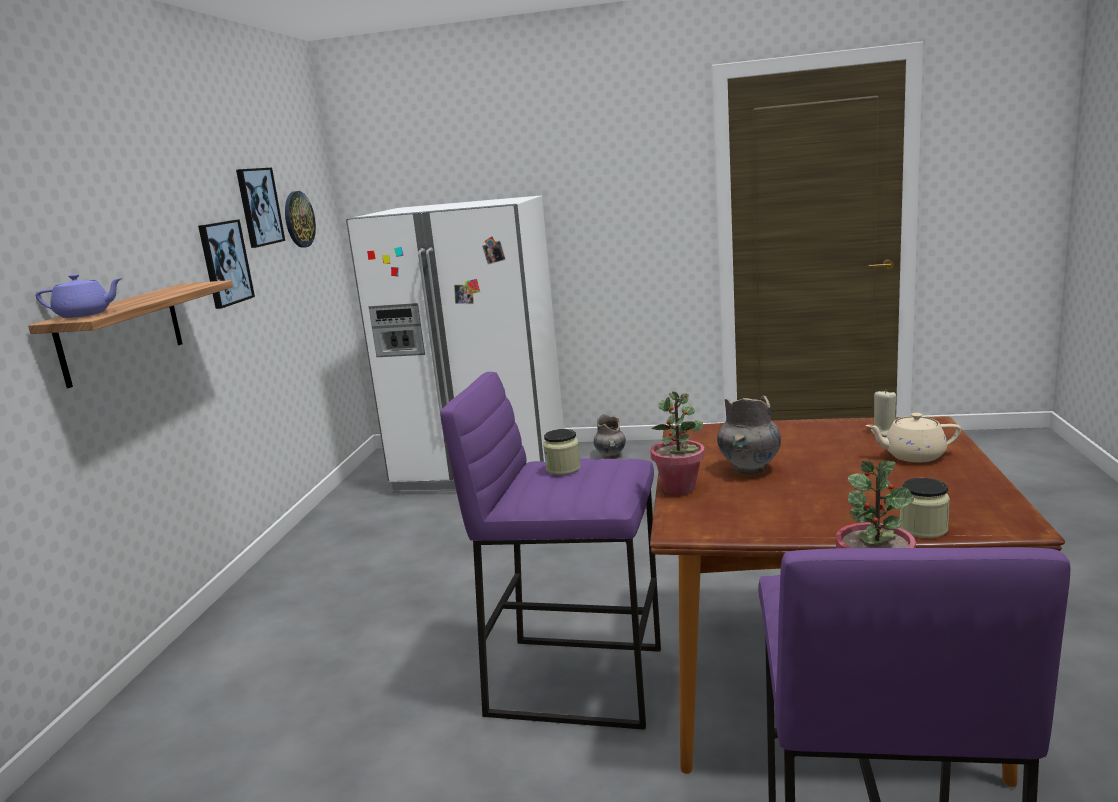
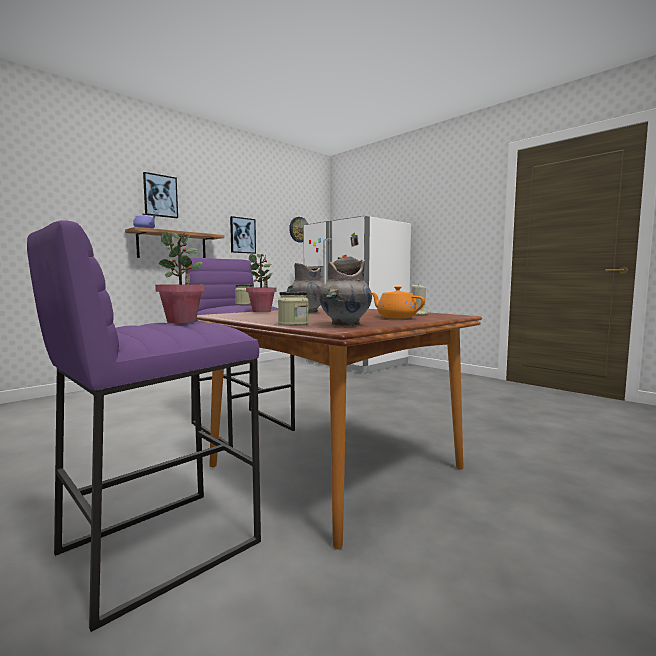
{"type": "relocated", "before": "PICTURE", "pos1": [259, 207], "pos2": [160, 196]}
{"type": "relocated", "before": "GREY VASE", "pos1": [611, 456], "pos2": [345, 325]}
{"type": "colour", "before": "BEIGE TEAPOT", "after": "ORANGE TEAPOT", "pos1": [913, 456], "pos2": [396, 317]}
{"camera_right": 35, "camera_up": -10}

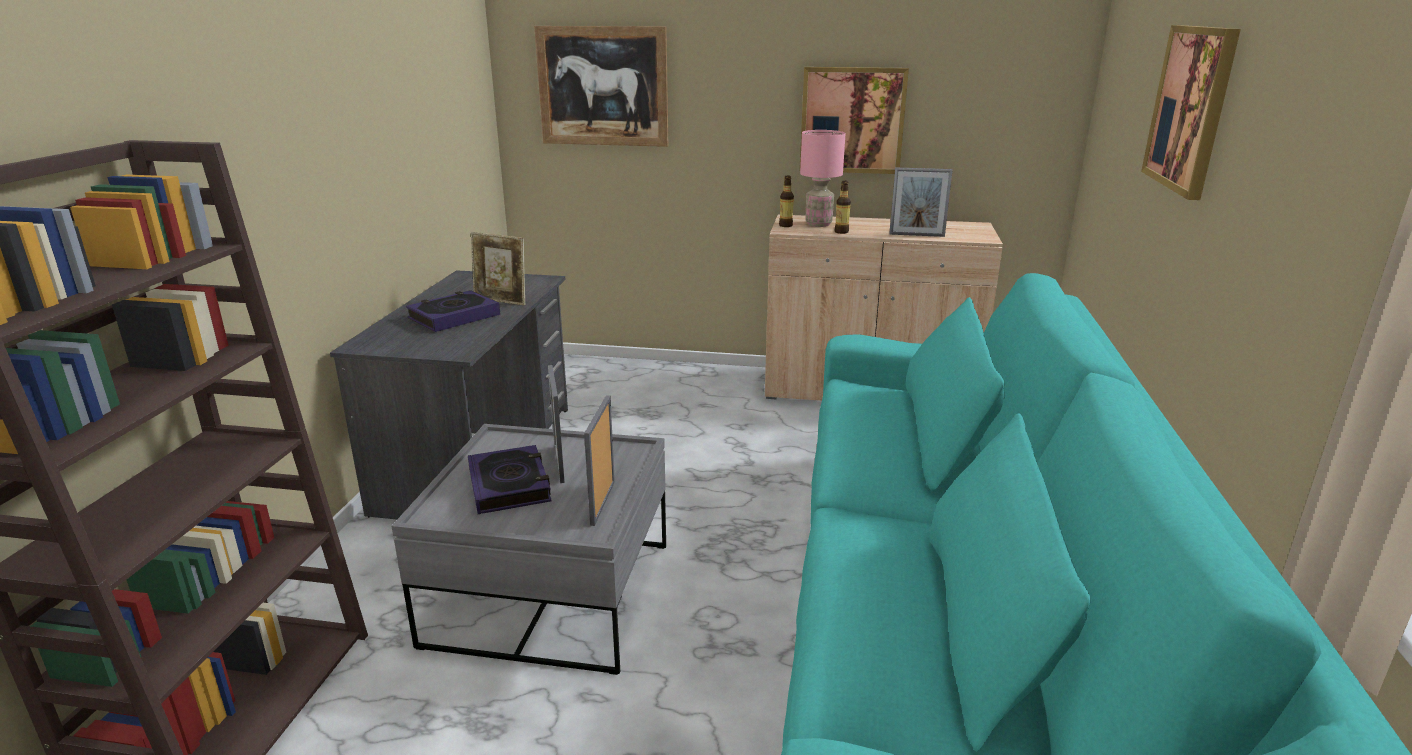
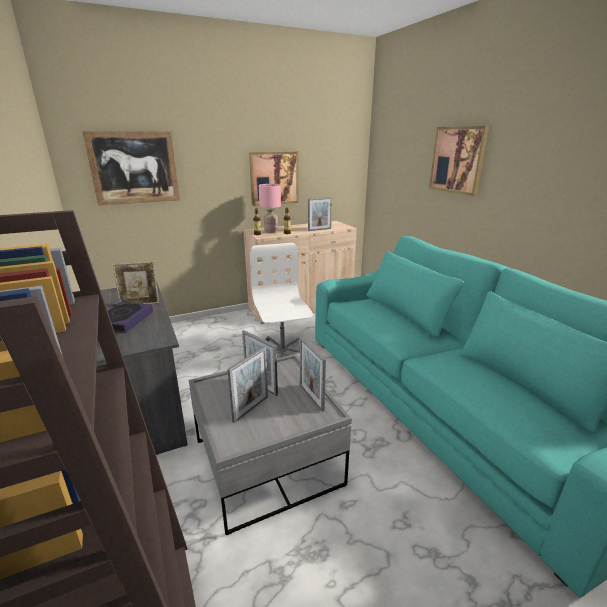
{"type": "exchanged", "before": "BOOK", "after": "PICTURE FRAME", "pos1": [509, 485], "pos2": [251, 408]}
{"type": "appeared", "after": "WHITE OFFICE CHAIR", "pos2": [282, 353]}
{"camera_right": -35, "camera_up": 0}

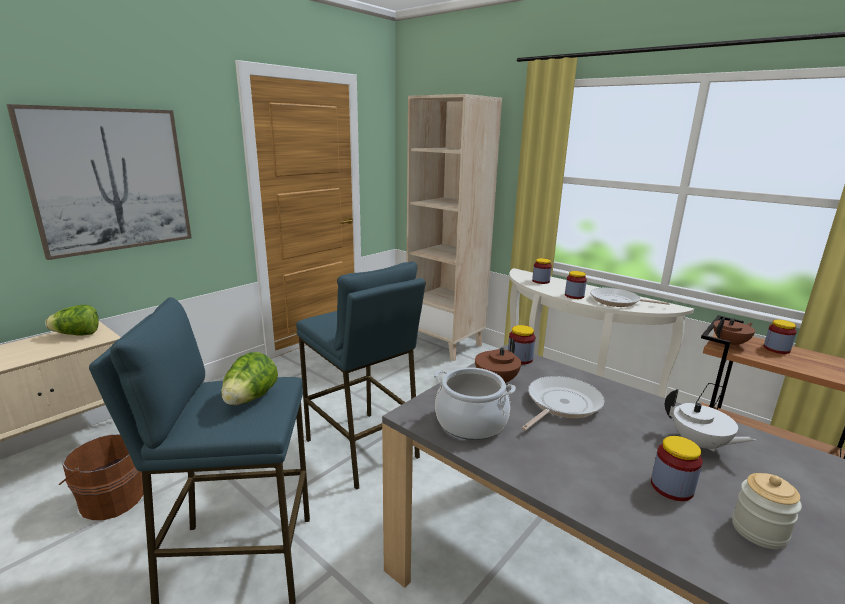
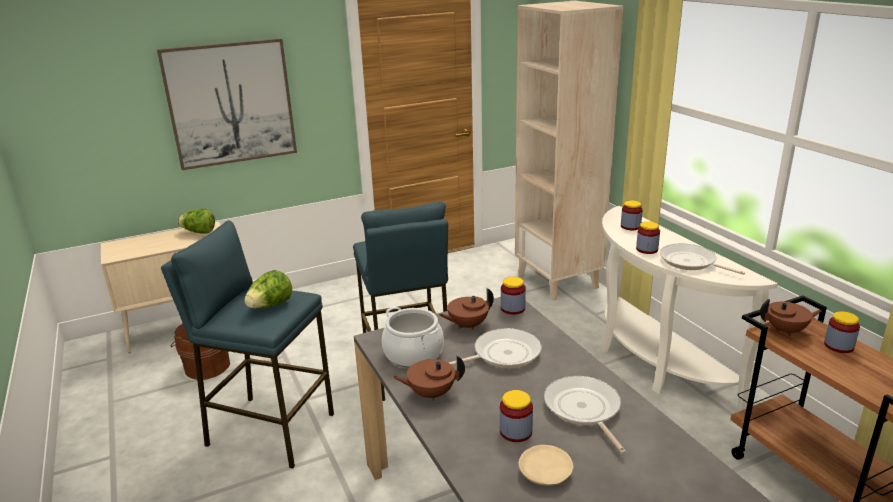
{"type": "exchanged", "before": "WHITE TEAPOT", "after": "FRYING PAN", "pos1": [699, 444], "pos2": [583, 409]}
{"type": "exchanged", "before": "JAR", "after": "BEIGE PLATE", "pos1": [759, 530], "pos2": [545, 473]}
{"type": "appeared", "after": "BROWN TEAPOT", "pos2": [431, 393]}
{"camera_right": 25, "camera_up": 5}

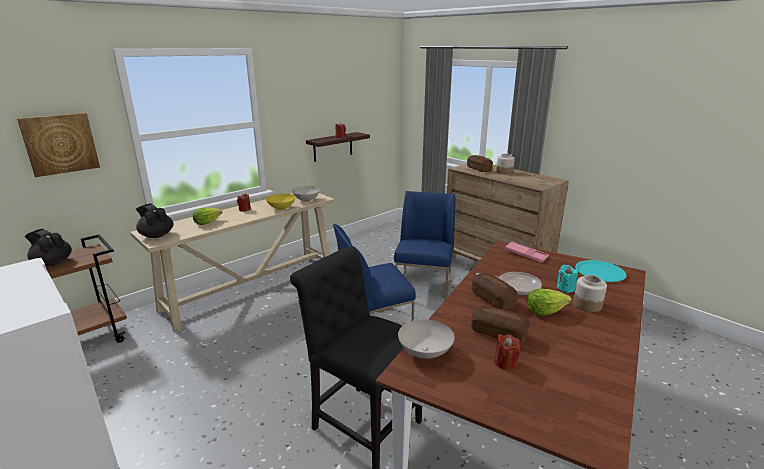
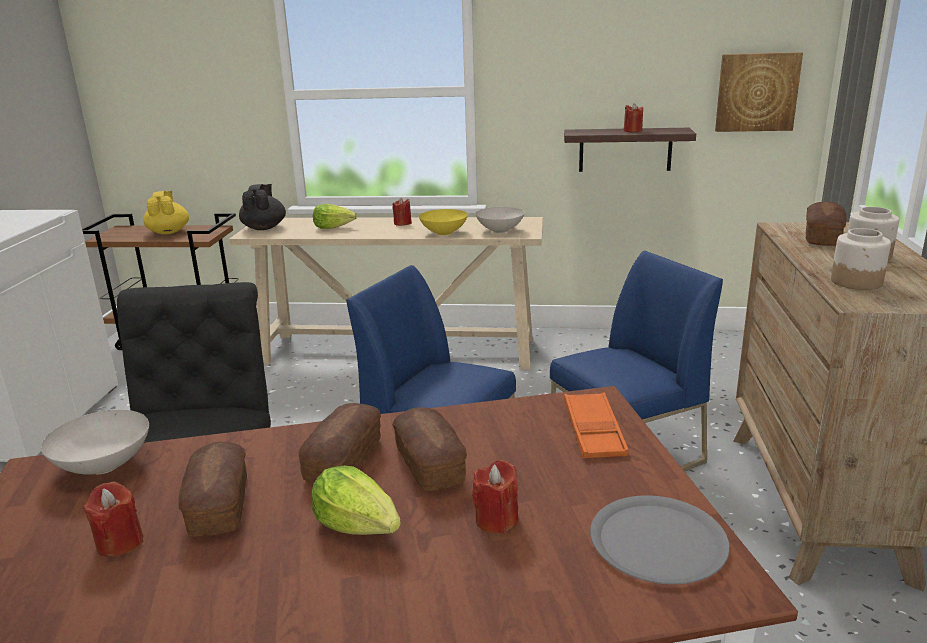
{"type": "relocated", "before": "PICTURE", "pos1": [60, 144], "pos2": [756, 92]}
{"type": "colour", "before": "BLACK TEAPOT", "after": "YELLOW TEAPOT", "pos1": [52, 263], "pos2": [169, 232]}
{"type": "exchanged", "before": "FRYING PAN", "after": "BREAD", "pos1": [515, 286], "pos2": [429, 465]}
{"type": "colour", "before": "PINK TRAY", "after": "ORANGE TRAY", "pos1": [525, 255], "pos2": [594, 431]}
{"type": "colour", "before": "TURQUOISE CANDLE", "after": "RED CANDLE", "pos1": [565, 288], "pos2": [496, 520]}
{"type": "relocated", "before": "JAR", "pos1": [587, 304], "pos2": [857, 282]}
{"type": "colour", "before": "TURQUOISE PLATE", "after": "GREY PLATE", "pos1": [599, 272], "pos2": [657, 541]}
{"camera_right": 50, "camera_up": 0}

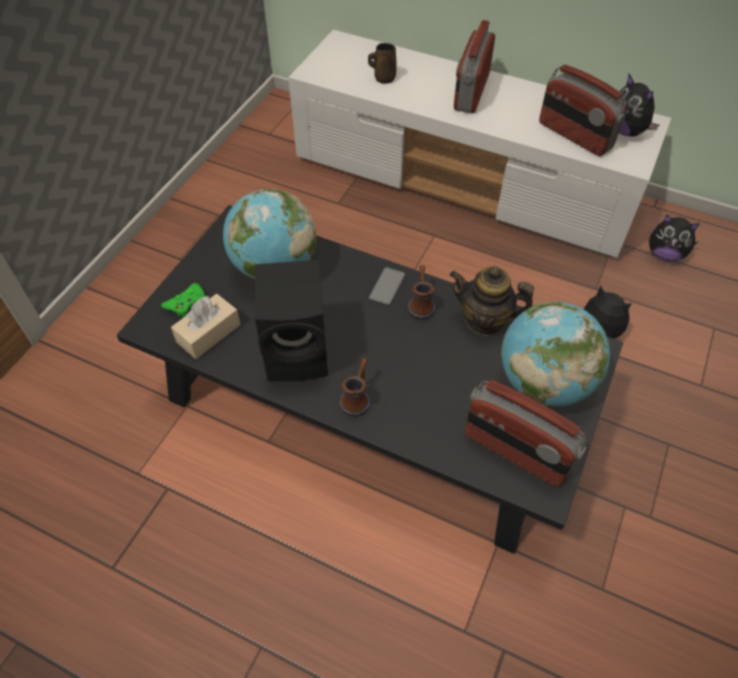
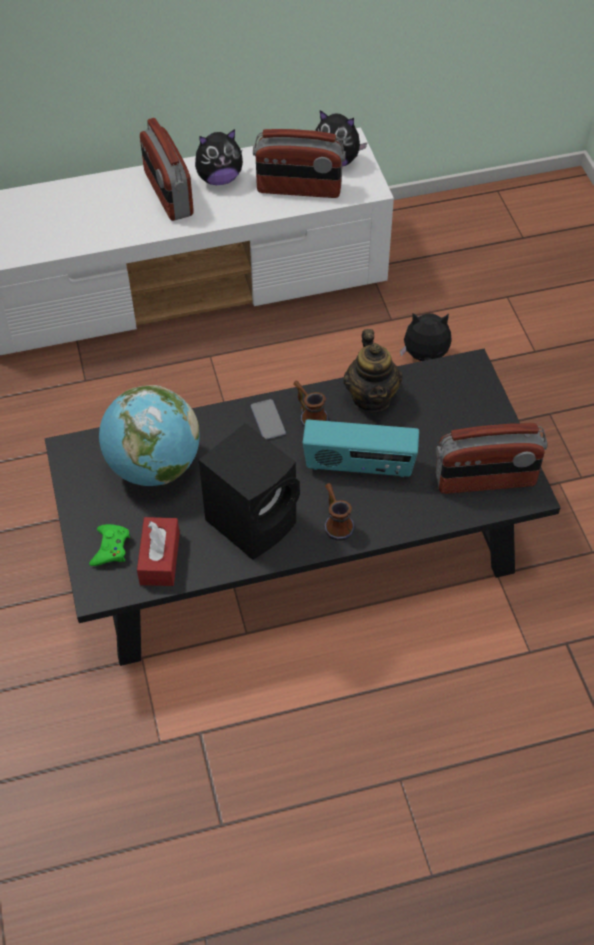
{"type": "colour", "before": "BEIGE TISSUE BOX", "after": "RED TISSUE BOX", "pos1": [208, 333], "pos2": [160, 558]}
{"type": "missing", "before": "BROWN MUG", "pos1": [383, 78]}
{"type": "spun", "before": "TEAPOT", "pos1": [485, 320], "pos2": [372, 397], "turn": -75}
{"type": "missing", "before": "GLOBE", "pos1": [543, 382]}
{"type": "relocated", "before": "PLUSH TOY", "pos1": [665, 254], "pos2": [219, 179]}
{"type": "appeared", "after": "RADIO", "pos2": [359, 466]}
{"camera_right": -40, "camera_up": 0}

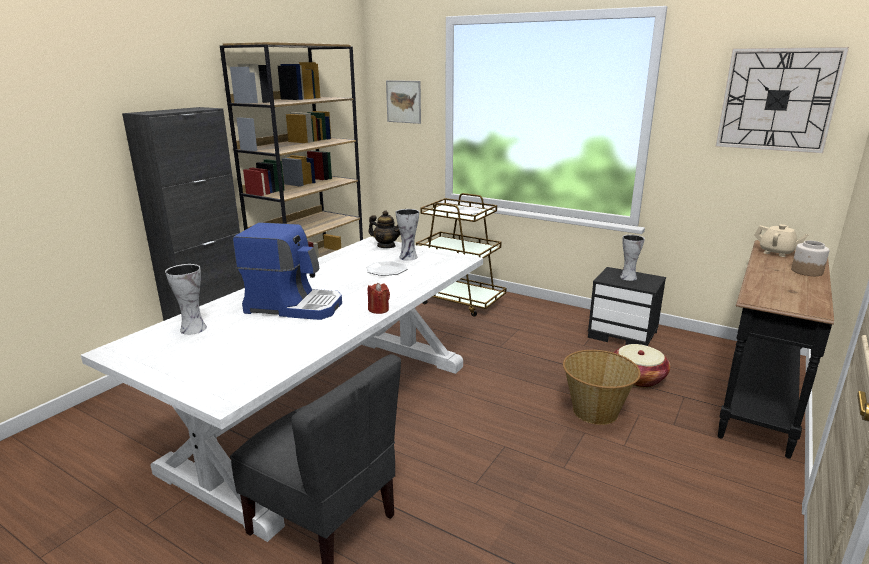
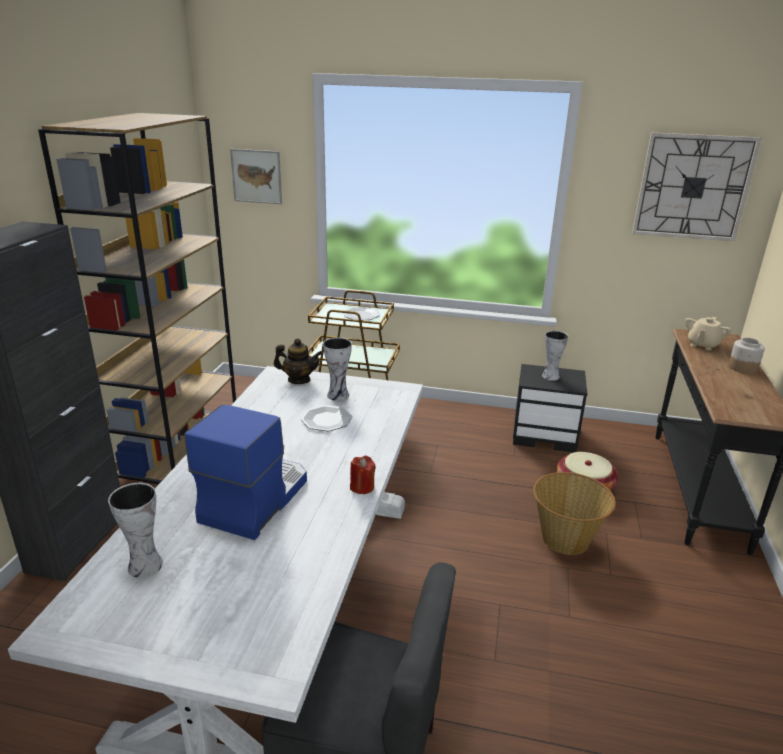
{"type": "spun", "before": "COFFEE MACHINE", "pos1": [294, 306], "pos2": [254, 499], "turn": -60}
{"type": "spun", "before": "BEIGE TEAPOT", "pos1": [776, 252], "pos2": [702, 345], "turn": 105}
{"camera_right": -20, "camera_up": 5}

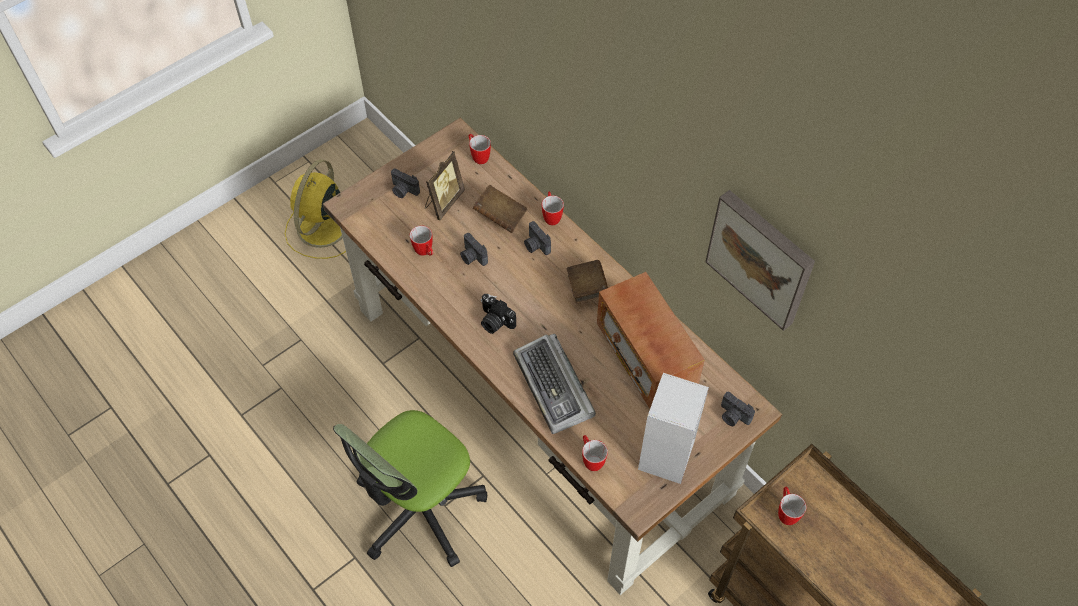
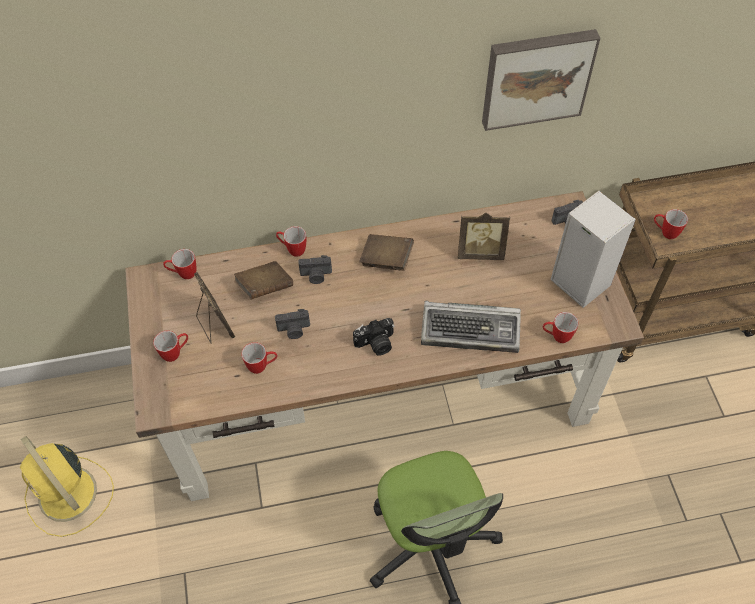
{"type": "exchanged", "before": "PHOTO CAMERA", "after": "MUG", "pos1": [403, 191], "pos2": [176, 352]}
{"type": "exchanged", "before": "RADIO", "after": "PICTURE FRAME", "pos1": [645, 357], "pos2": [480, 252]}
{"camera_right": -60, "camera_up": 0}

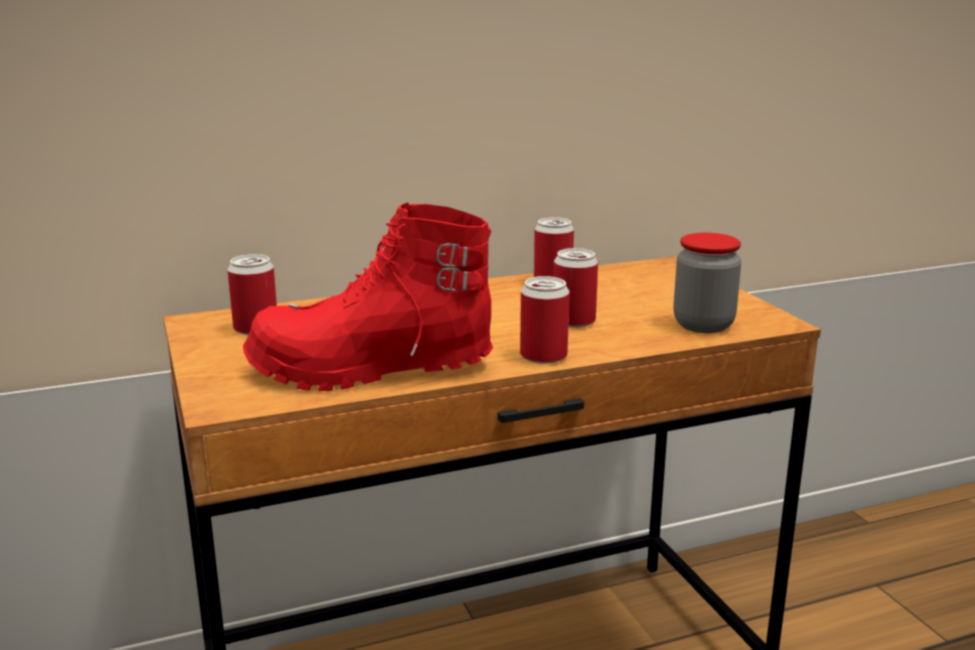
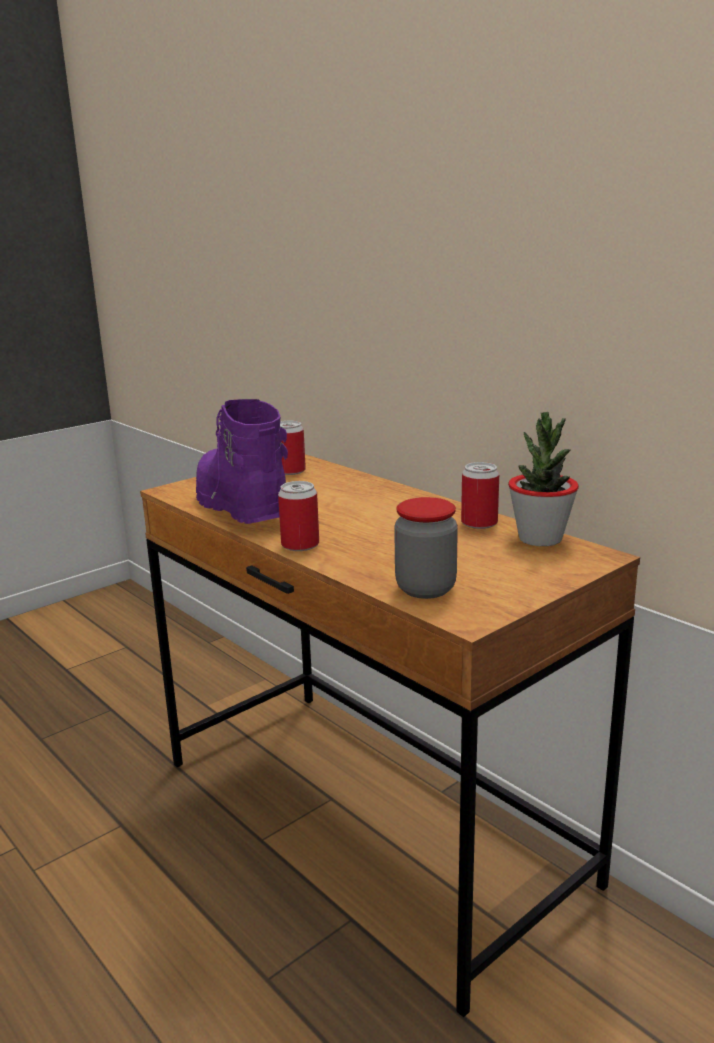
{"type": "colour", "before": "RED BOOT", "after": "PURPLE BOOT", "pos1": [370, 370], "pos2": [240, 507]}
{"type": "missing", "before": "CAN", "pos1": [574, 321]}
{"type": "appeared", "after": "POTTED PLANT", "pos2": [540, 539]}
{"camera_right": 70, "camera_up": 0}

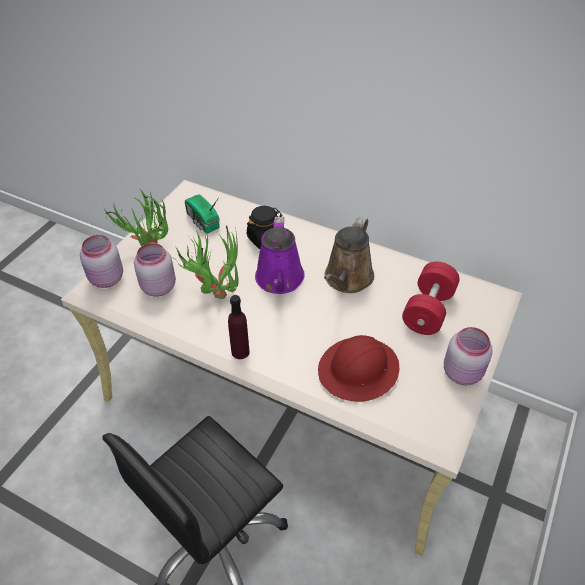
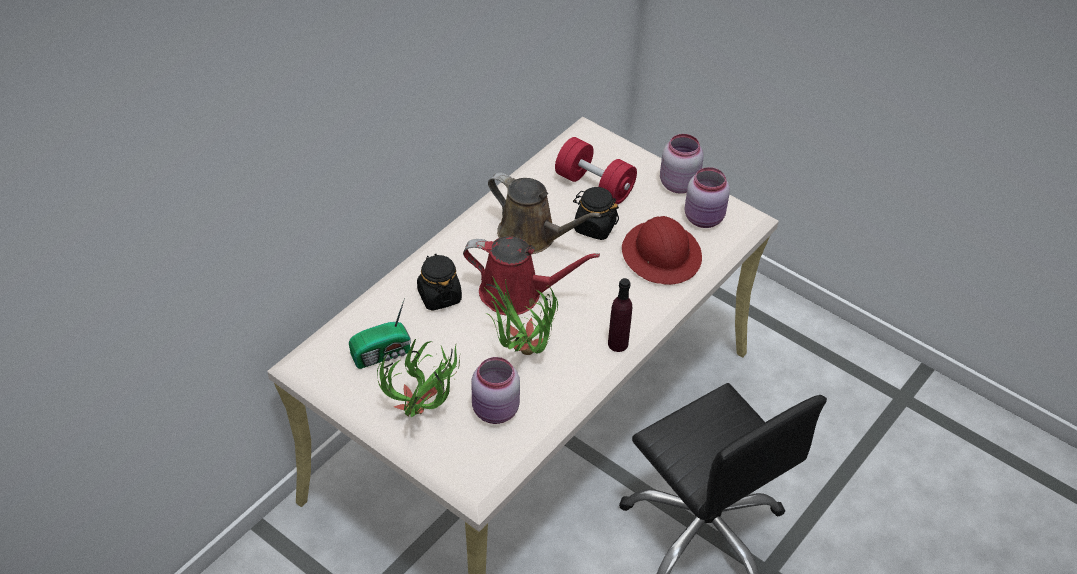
{"type": "relocated", "before": "PINK JAR", "pos1": [106, 279], "pos2": [704, 219]}
{"type": "colour", "before": "PURPLE WATERING CAN", "after": "RED WATERING CAN", "pos1": [279, 280], "pos2": [517, 294]}
{"type": "appeared", "after": "BLACK JAR", "pos2": [594, 227]}
{"camera_right": -80, "camera_up": 0}

